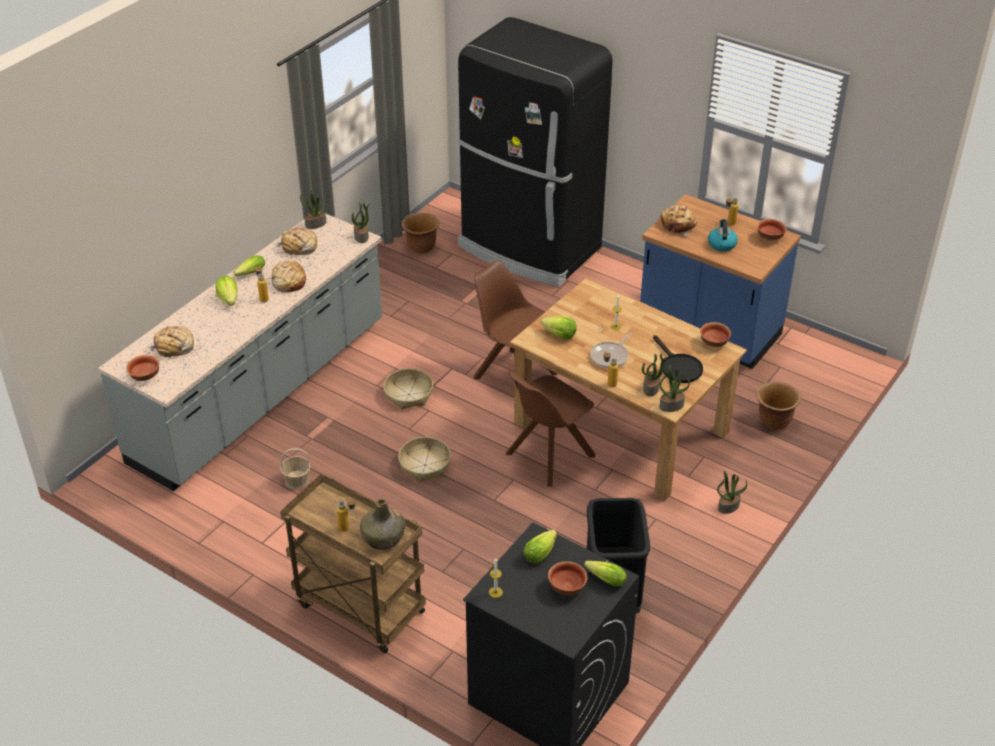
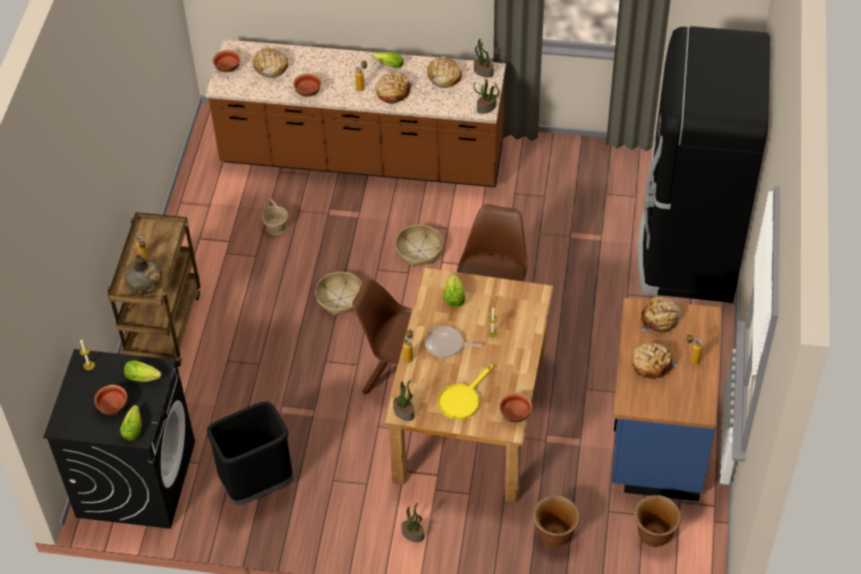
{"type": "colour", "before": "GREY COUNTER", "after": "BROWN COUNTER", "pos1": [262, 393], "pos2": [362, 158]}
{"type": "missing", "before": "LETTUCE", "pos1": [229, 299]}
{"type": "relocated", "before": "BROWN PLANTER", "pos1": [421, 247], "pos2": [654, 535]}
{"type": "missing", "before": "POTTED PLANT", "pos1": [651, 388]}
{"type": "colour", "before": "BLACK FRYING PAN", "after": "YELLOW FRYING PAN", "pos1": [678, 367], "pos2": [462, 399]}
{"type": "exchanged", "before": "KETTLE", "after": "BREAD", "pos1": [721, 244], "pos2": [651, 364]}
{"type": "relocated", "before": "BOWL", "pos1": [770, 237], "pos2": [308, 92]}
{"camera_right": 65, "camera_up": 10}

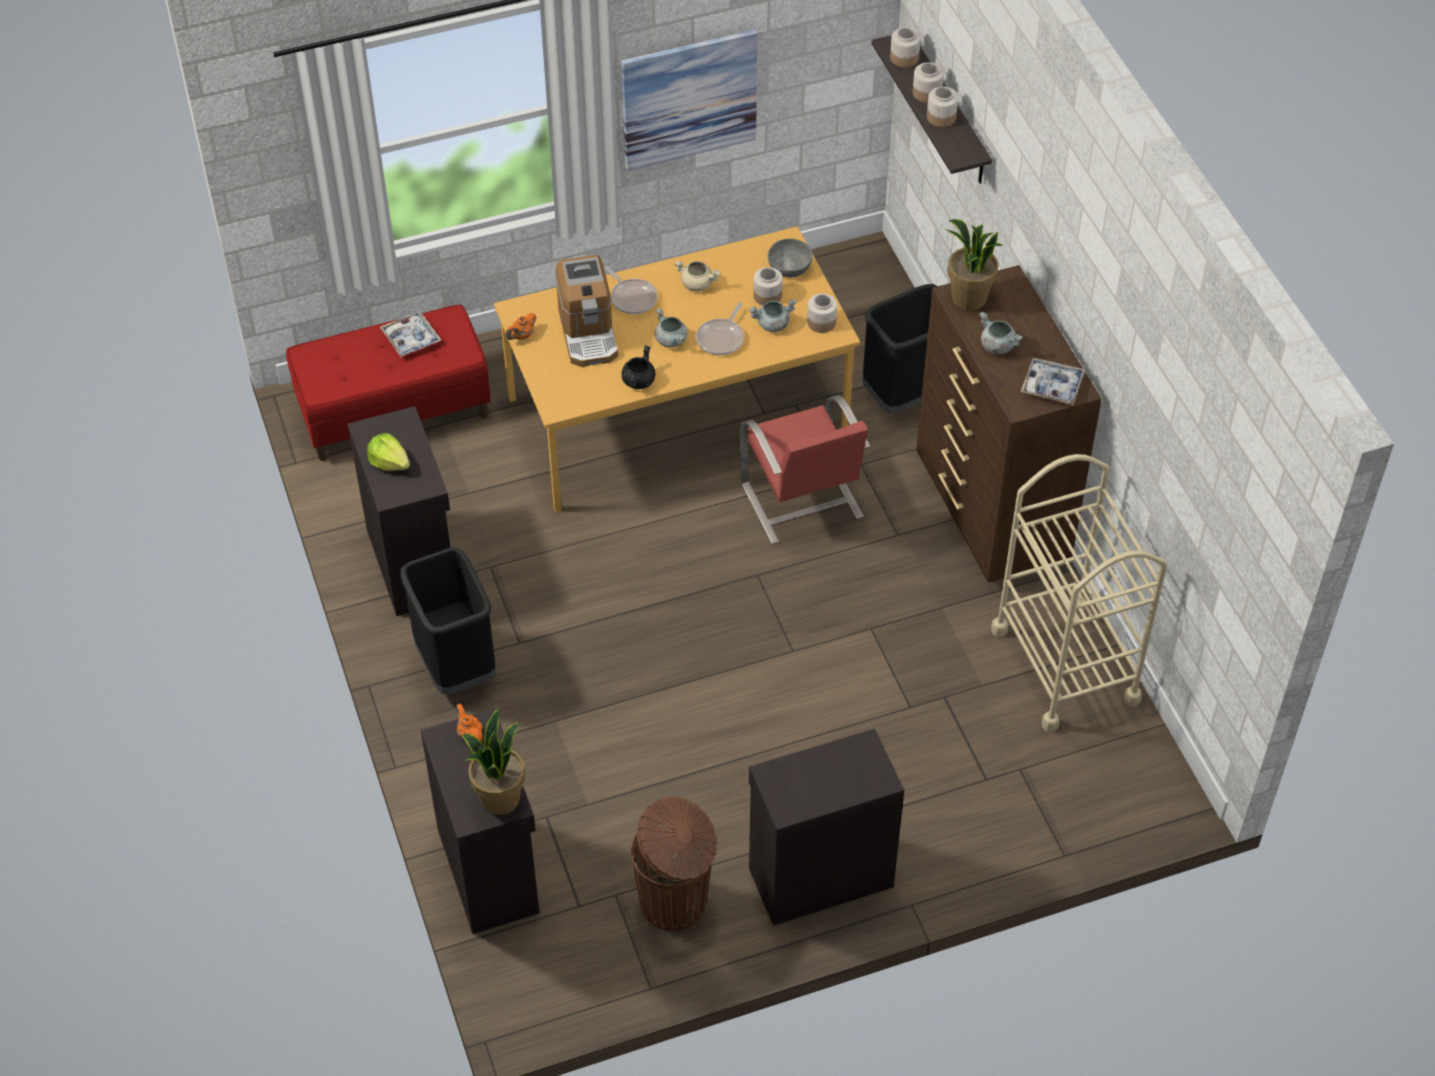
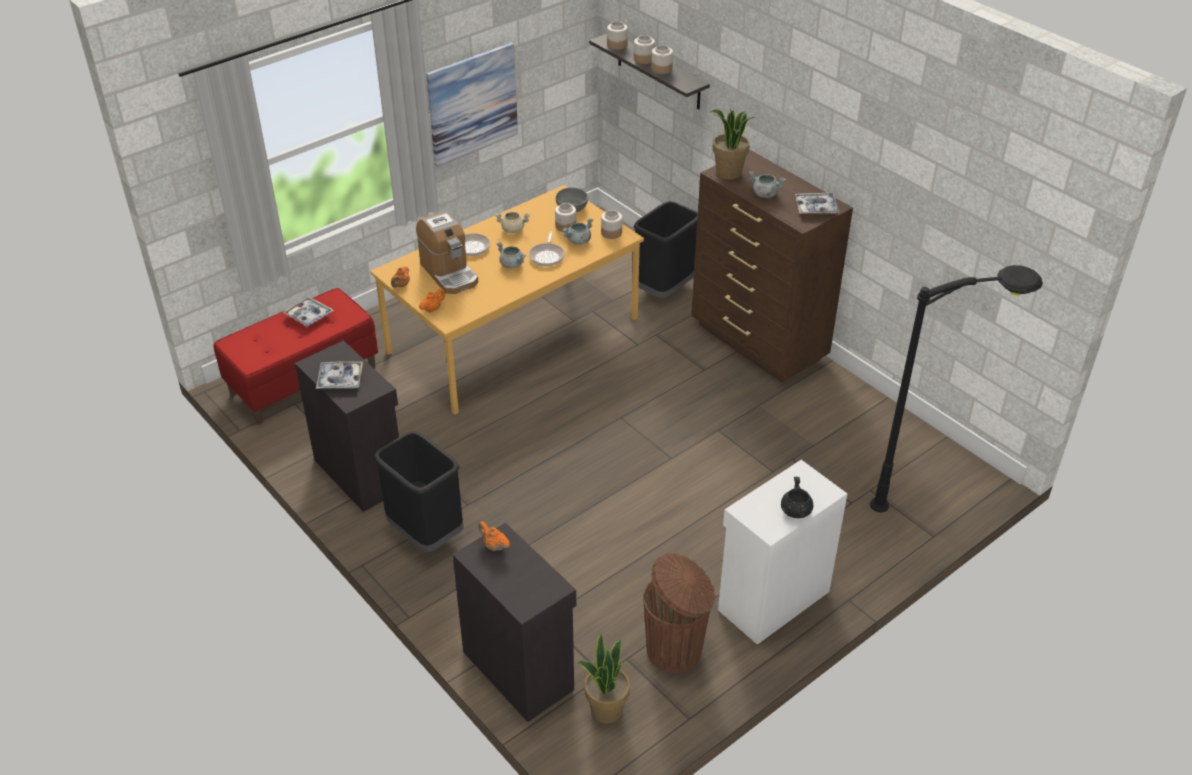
{"type": "exchanged", "before": "LETTUCE", "after": "TRAY", "pos1": [389, 462], "pos2": [340, 379]}
{"type": "relocated", "before": "POTTED PLANT", "pos1": [499, 798], "pos2": [606, 709]}
{"type": "relocated", "before": "BLACK COOKING POT", "pos1": [638, 381], "pos2": [795, 511]}
{"type": "missing", "before": "RED CHAIR", "pos1": [802, 502]}
{"type": "colour", "before": "BLACK CABINET", "after": "WHITE CABINET", "pos1": [819, 876], "pos2": [771, 600]}
{"type": "missing", "before": "BEIGE CART", "pos1": [1065, 664]}
{"type": "appeared", "after": "ORANGE TEAPOT", "pos2": [432, 309]}
{"type": "appeared", "after": "BLACK FLOOR LAMP", "pos2": [936, 502]}
{"camera_right": -20, "camera_up": -10}

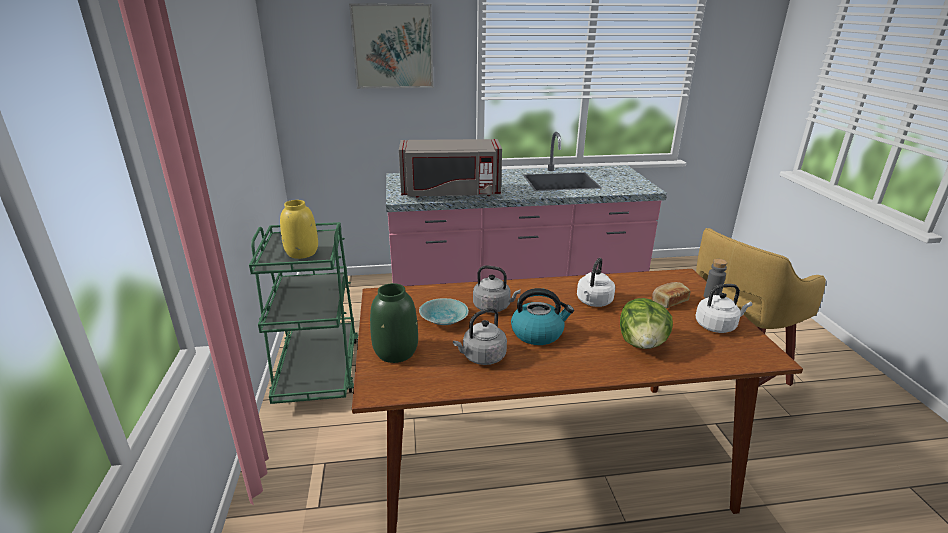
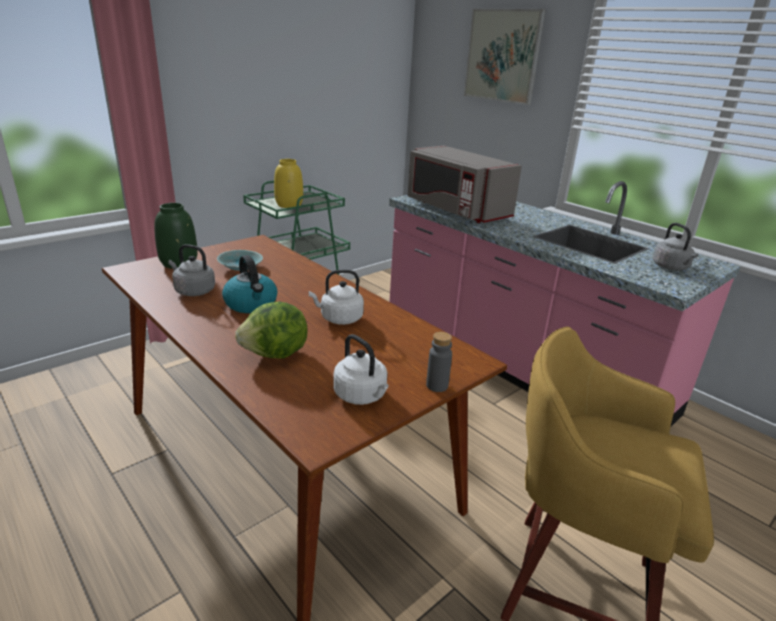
{"type": "relocated", "before": "GREY KETTLE", "pos1": [493, 307], "pos2": [671, 267]}
{"type": "missing", "before": "BREAD", "pos1": [668, 301]}
{"camera_right": 55, "camera_up": 0}

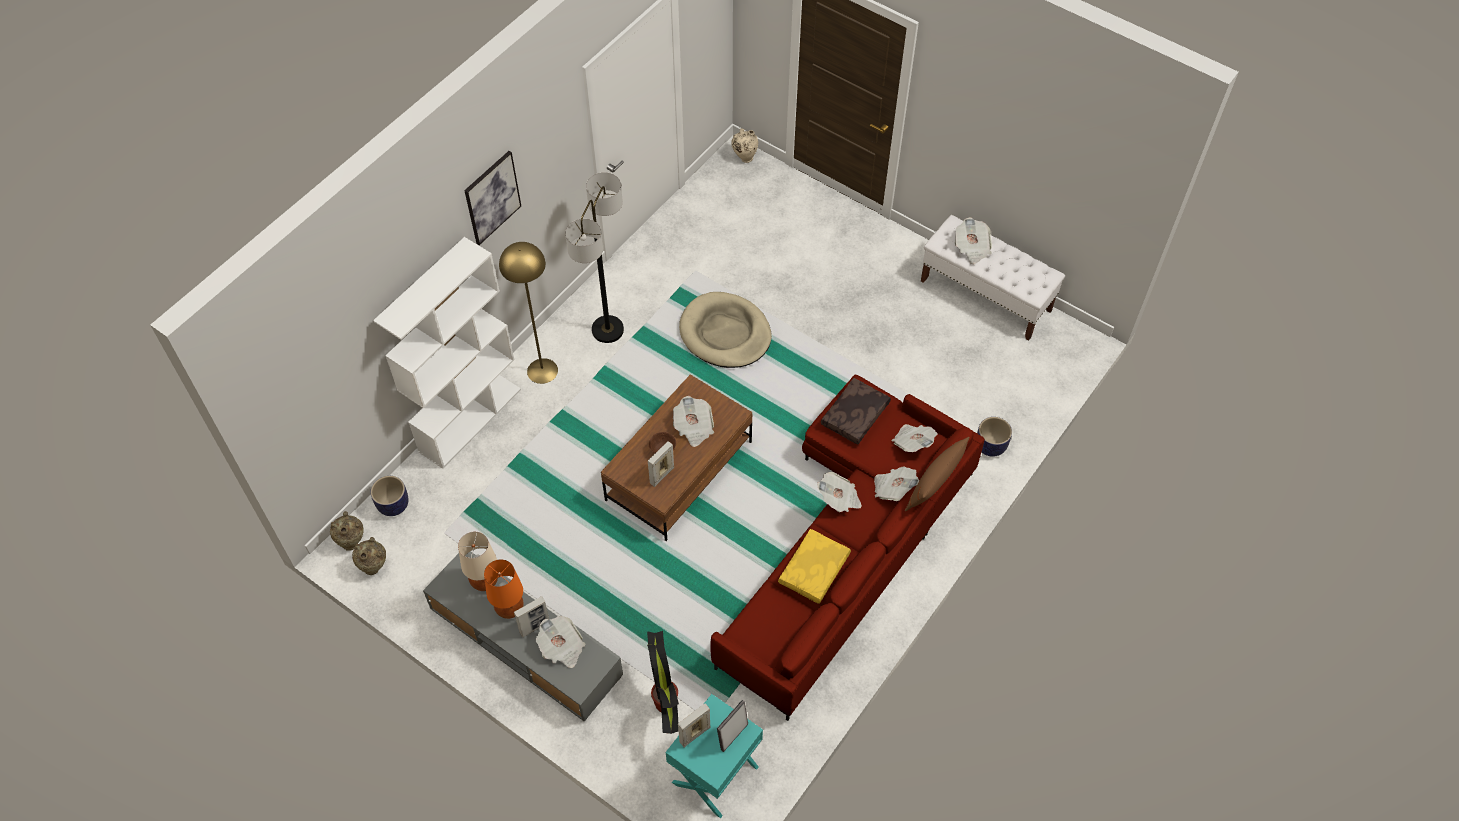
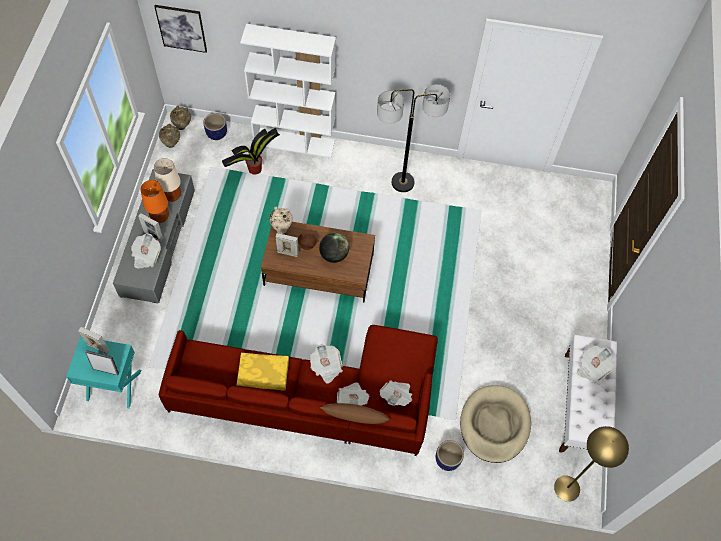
{"type": "relocated", "before": "PICTURE", "pos1": [492, 197], "pos2": [181, 28]}
{"type": "relocated", "before": "YELLOW FLOOR LAMP", "pos1": [542, 371], "pos2": [567, 488]}
{"type": "relocated", "before": "POTTED PLANT", "pos1": [665, 704], "pos2": [254, 169]}
{"type": "exchanged", "before": "NEWSPAPER", "after": "GLOBE", "pos1": [693, 428], "pos2": [334, 255]}
{"type": "relocated", "before": "BEIGE DOG BED", "pos1": [725, 333], "pos2": [494, 424]}
{"type": "relocated", "before": "BEIGE VASE", "pos1": [744, 158], "pos2": [281, 228]}
{"type": "missing", "before": "BROWN PILLOW", "pos1": [855, 416]}
{"camera_right": 60, "camera_up": 5}

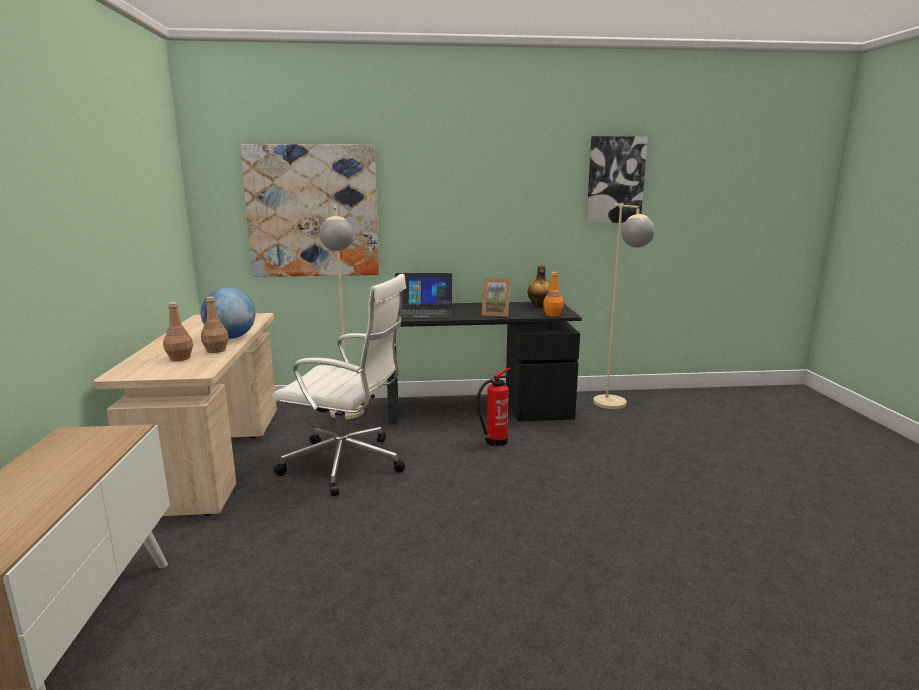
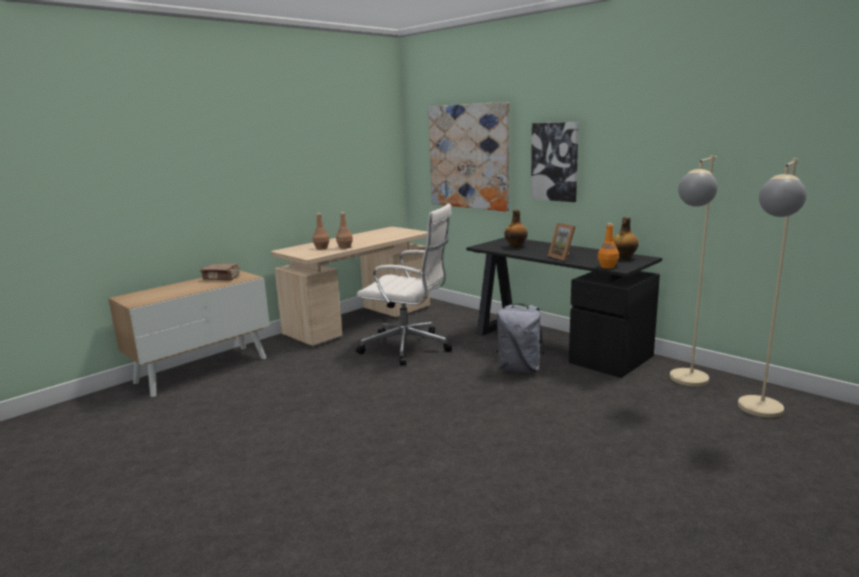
{"type": "missing", "before": "GLOBE", "pos1": [231, 337]}
{"type": "spun", "before": "WHITE OFFICE CHAIR", "pos1": [347, 464], "pos2": [408, 347], "turn": -45}
{"type": "relocated", "before": "BEIGE FLOOR LAMP", "pos1": [347, 417], "pos2": [757, 413]}
{"type": "exchanged", "before": "LAPTOP", "after": "BOTTLE", "pos1": [422, 312], "pos2": [516, 246]}
{"type": "exchanged", "before": "FIRE EXTINGUISHER", "after": "GREY BACKPACK", "pos1": [494, 442], "pos2": [519, 368]}
{"type": "relocated", "before": "PICTURE", "pos1": [615, 180], "pos2": [555, 162]}
{"type": "appeared", "after": "BROWN BOOK", "pos2": [221, 278]}
{"camera_right": 50, "camera_up": 0}

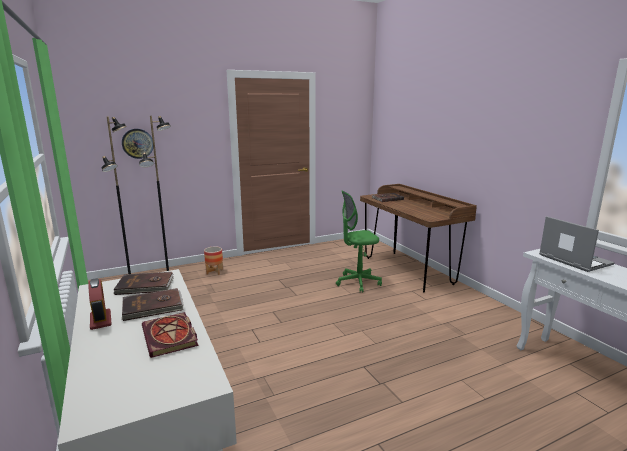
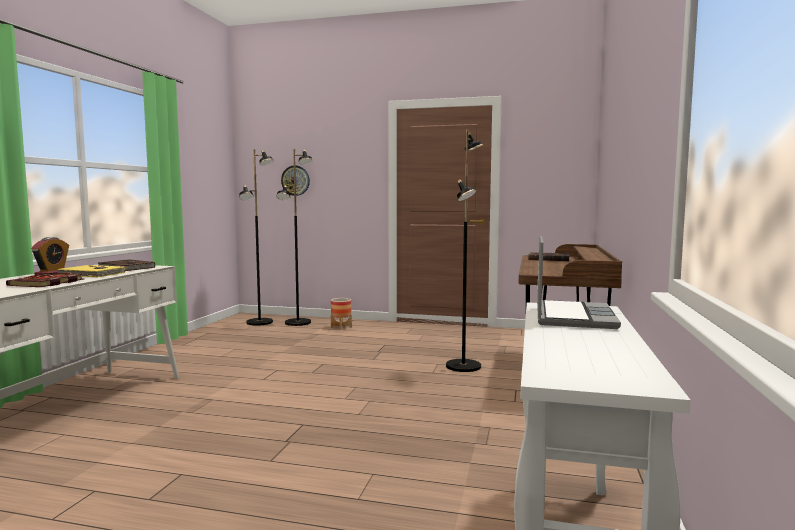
{"type": "colour", "before": "BROWN BOOK", "after": "YELLOW BOOK", "pos1": [153, 307], "pos2": [91, 274]}
{"type": "exchanged", "before": "GREEN OFFICE CHAIR", "after": "BLACK FLOOR LAMP", "pos1": [358, 282], "pos2": [464, 366]}
{"camera_right": 40, "camera_up": -10}

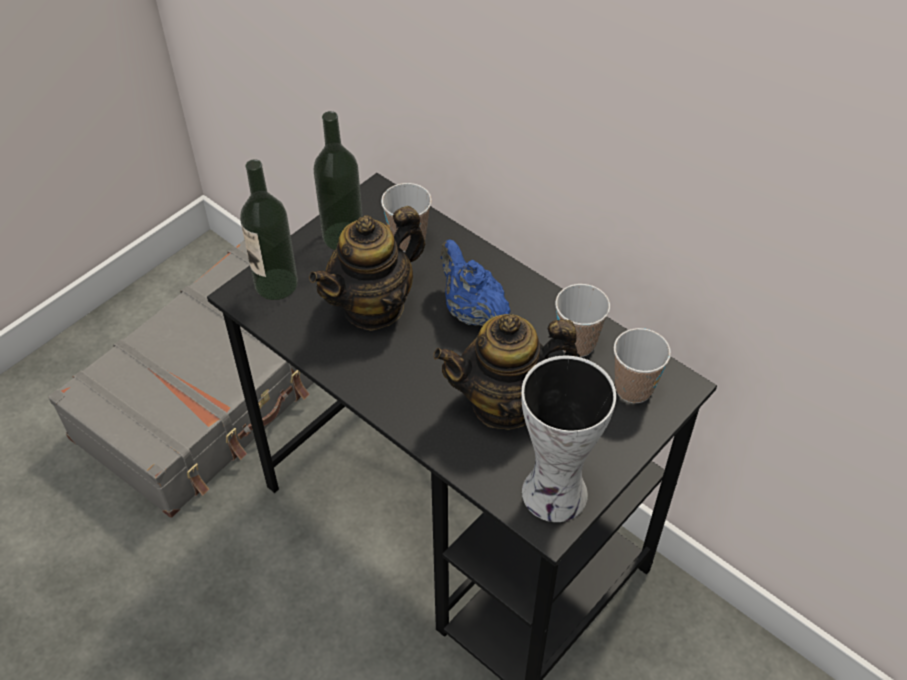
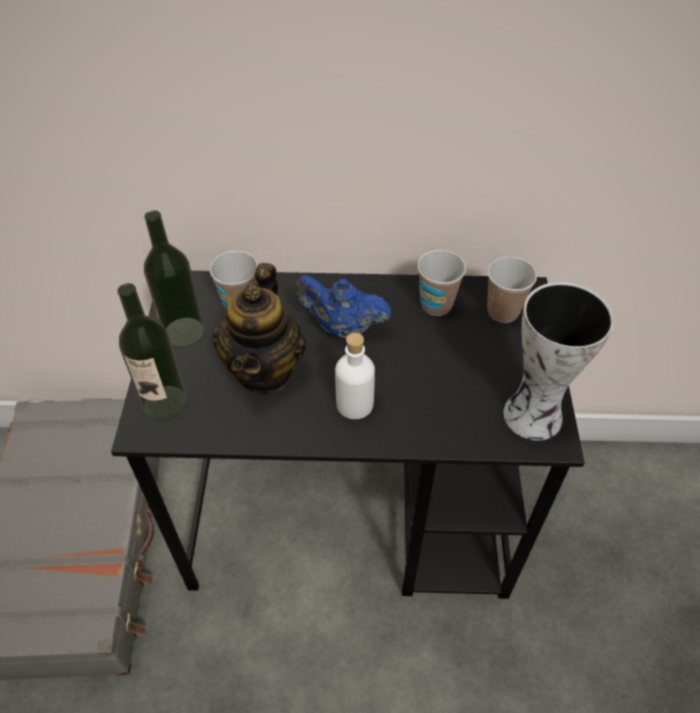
{"type": "missing", "before": "TEAPOT", "pos1": [505, 403]}
{"type": "appeared", "after": "WHITE BOTTLE", "pos2": [354, 404]}
{"camera_right": -40, "camera_up": 0}

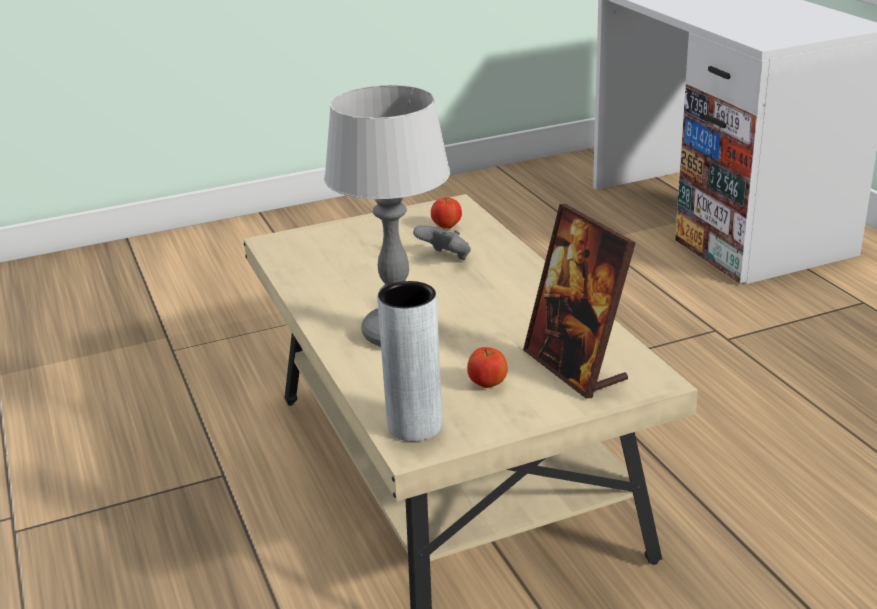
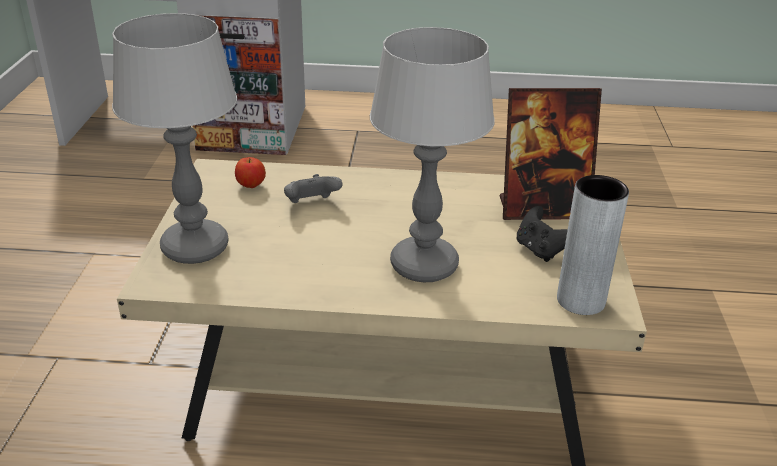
{"type": "exchanged", "before": "APPLE", "after": "BLACK GAME CONTROLLER", "pos1": [487, 384], "pos2": [541, 250]}
{"type": "appeared", "after": "TABLE LAMP", "pos2": [193, 248]}
{"camera_right": -65, "camera_up": 5}

